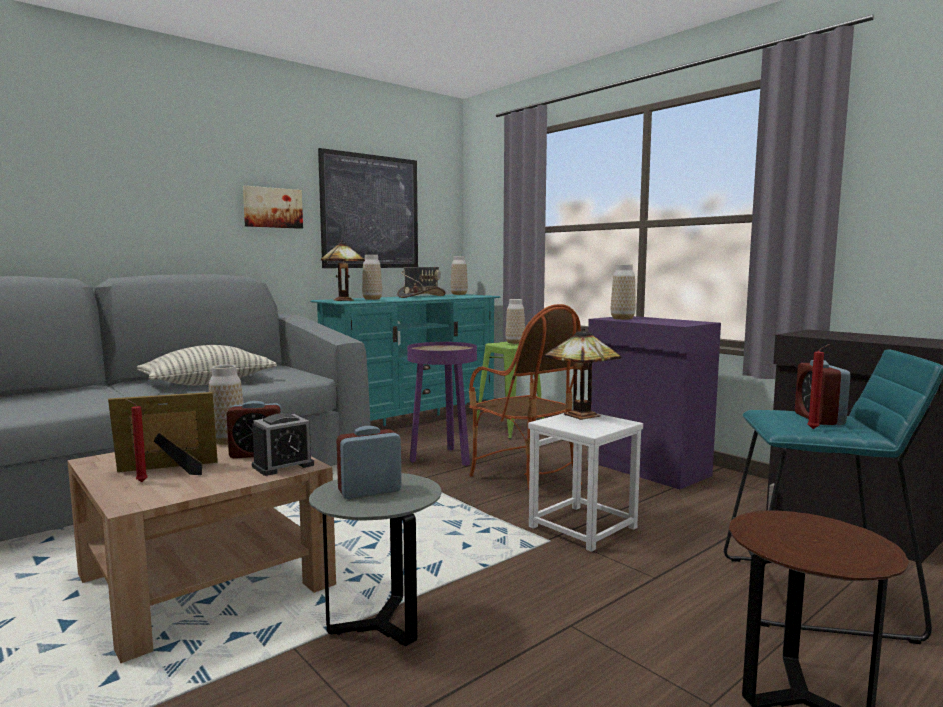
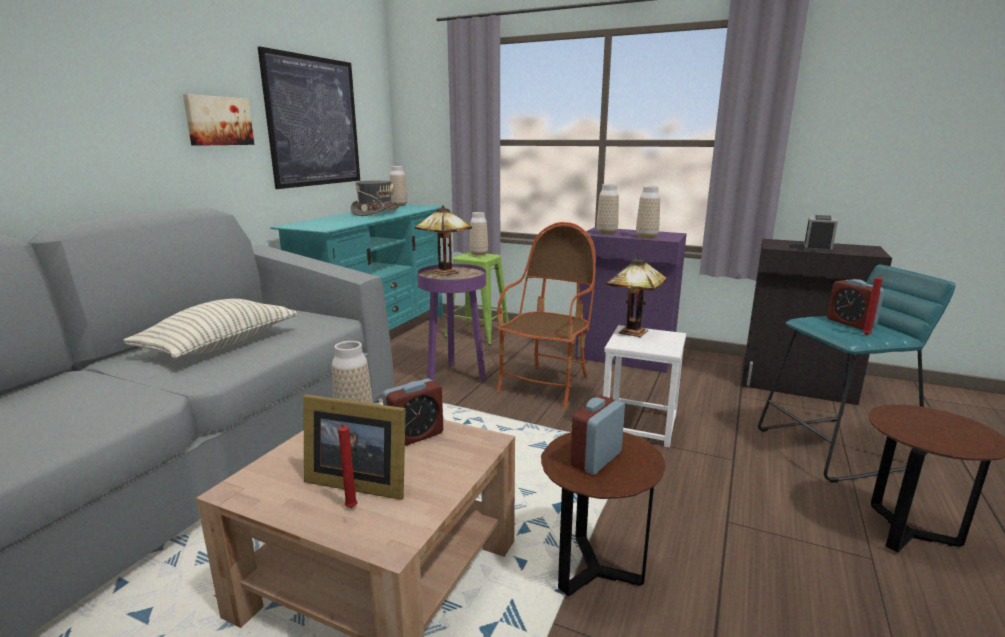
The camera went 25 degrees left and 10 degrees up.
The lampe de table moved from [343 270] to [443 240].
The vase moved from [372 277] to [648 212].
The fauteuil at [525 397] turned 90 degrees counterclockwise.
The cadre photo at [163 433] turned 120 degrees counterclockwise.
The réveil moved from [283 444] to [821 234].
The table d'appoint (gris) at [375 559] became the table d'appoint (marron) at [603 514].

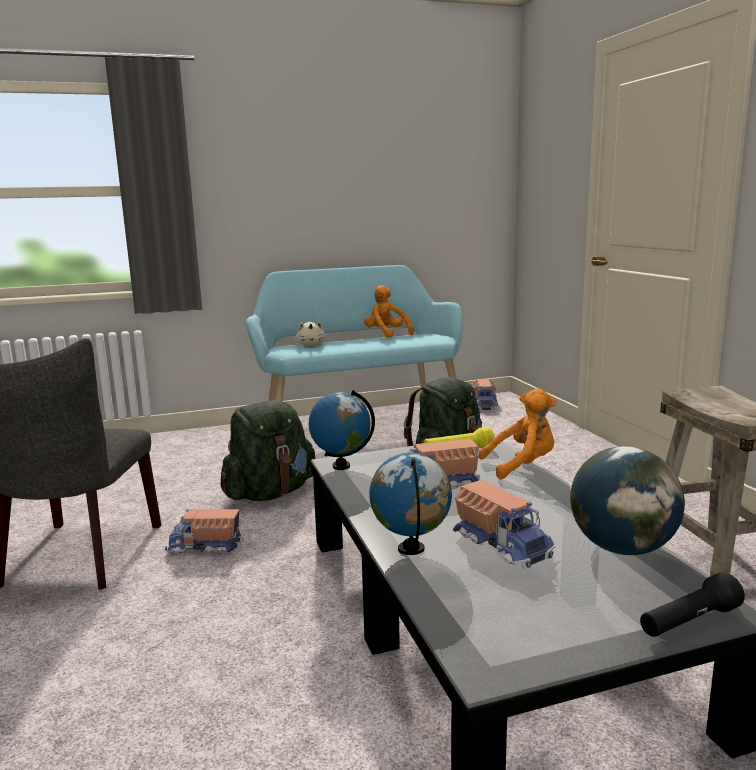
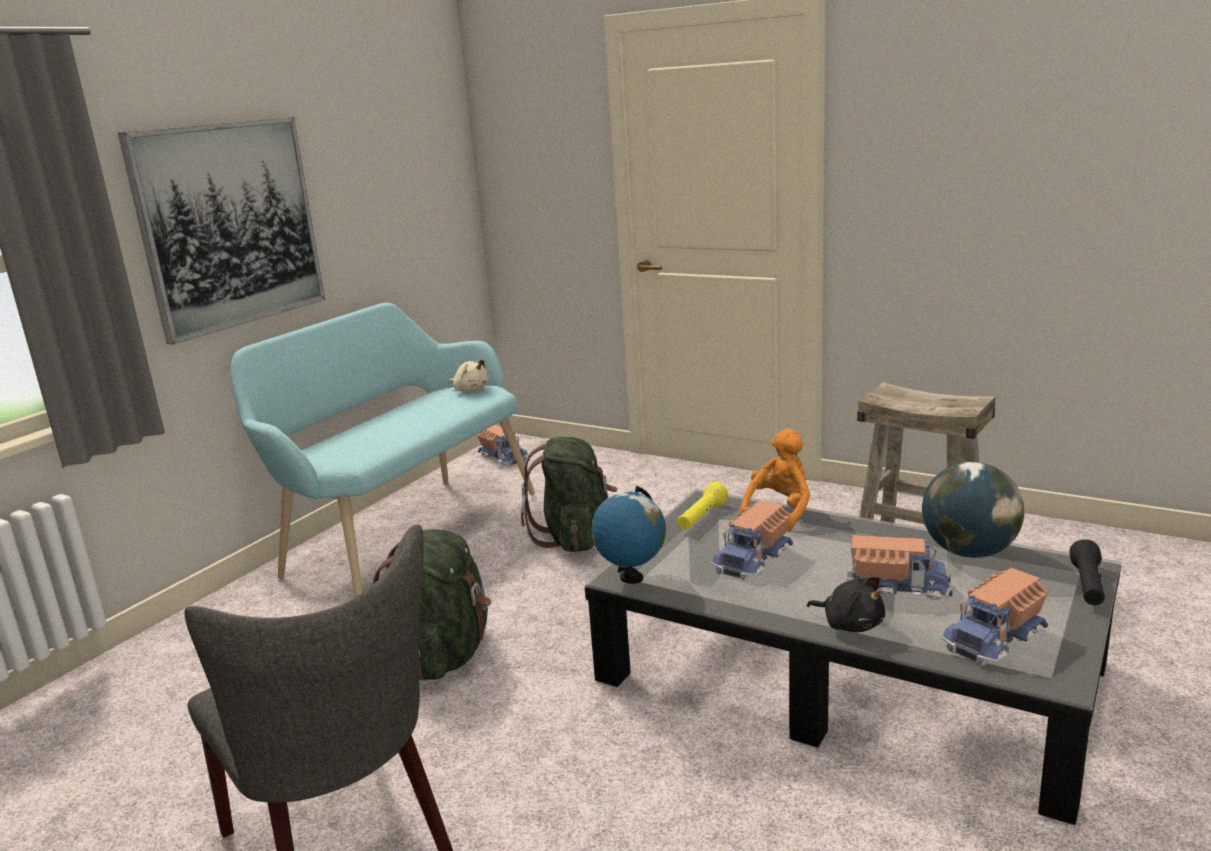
The camera went 40 degrees left and 5 degrees up.
The peluche (orange) at [389 311] disappeared.
The peluche (beige) moved from [310 333] to [469 375].
The globe at [410 504] was replaced by the peluche (noir) at [846 604].
The camion jouet moved from [204 531] to [994 617].
The tableau at [221 231] appeared.

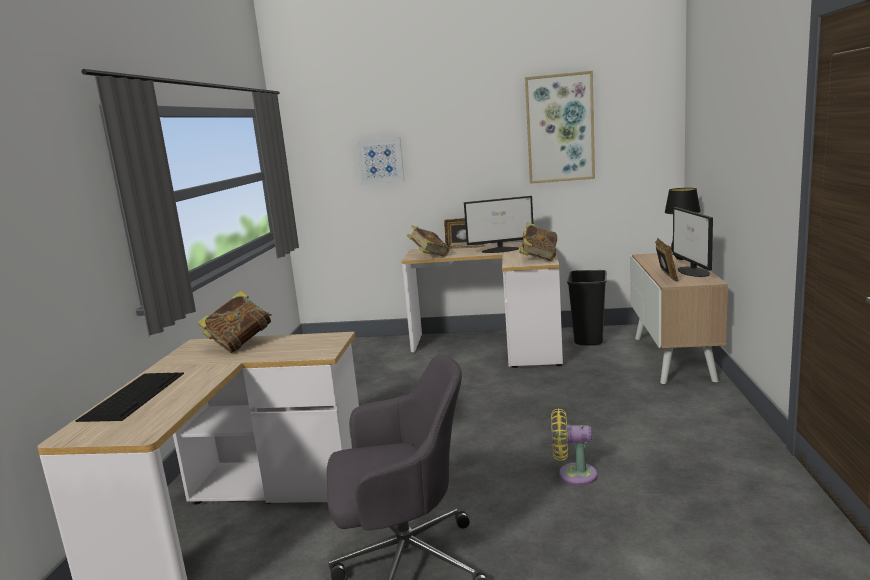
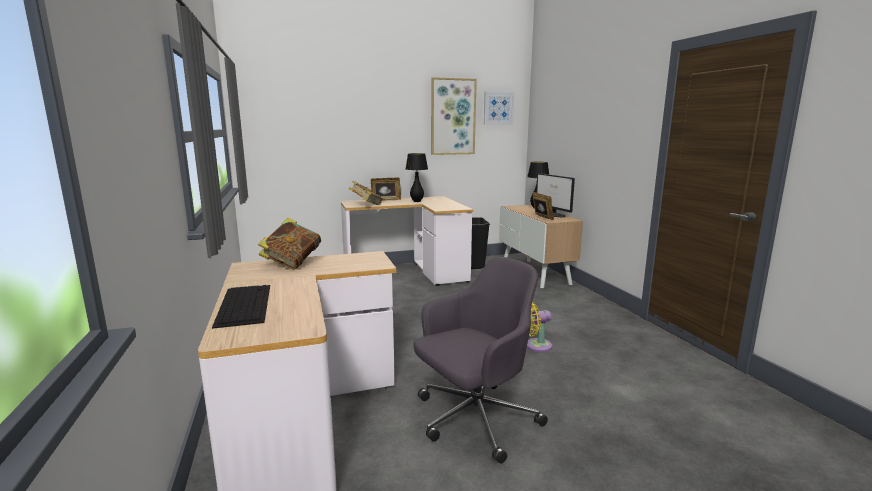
The camera went 25 degrees left and 0 degrees up.
The tableau moved from [380 161] to [499 108].
The écran d'ordinateur at [498 224] was replaced by the lampe de table (noir) at [417 177].
The livre at [538 241] disappeared.

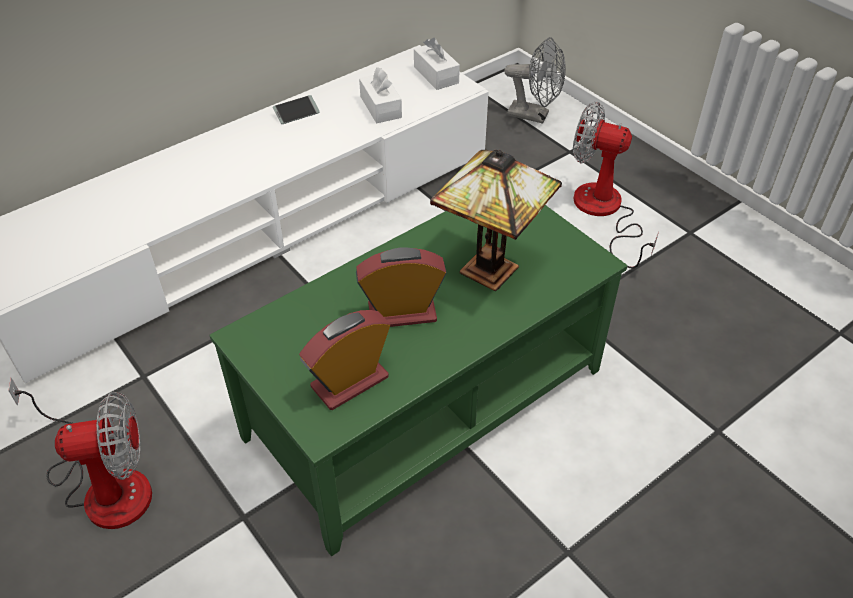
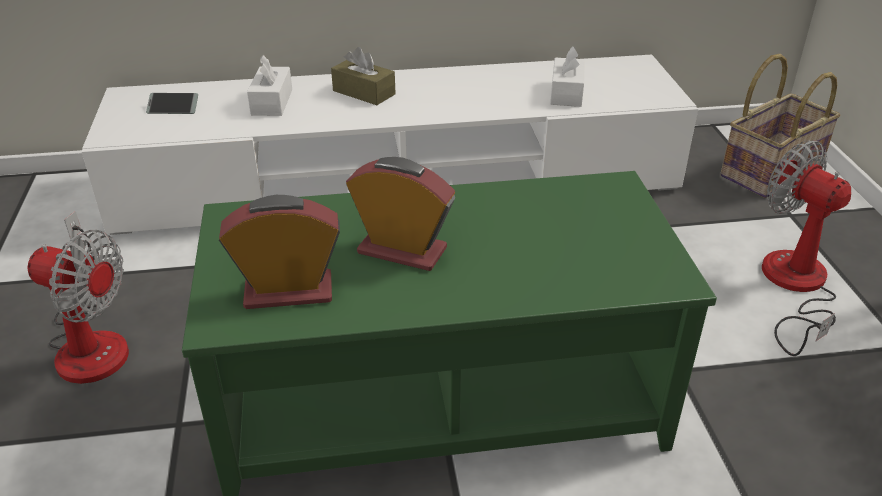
The camera went 30 degrees right and 10 degrees down.
The boîte à mouchoirs (blanc) moved from [437 63] to [269 85].
The ventilateur (gris) at [535 80] was replaced by the panier at [780 126].
The téléphone moved from [296 109] to [172 103].
The lampe de table at [496 220] disappeared.
The boîte à mouchoirs (marron) at [363 76] appeared.

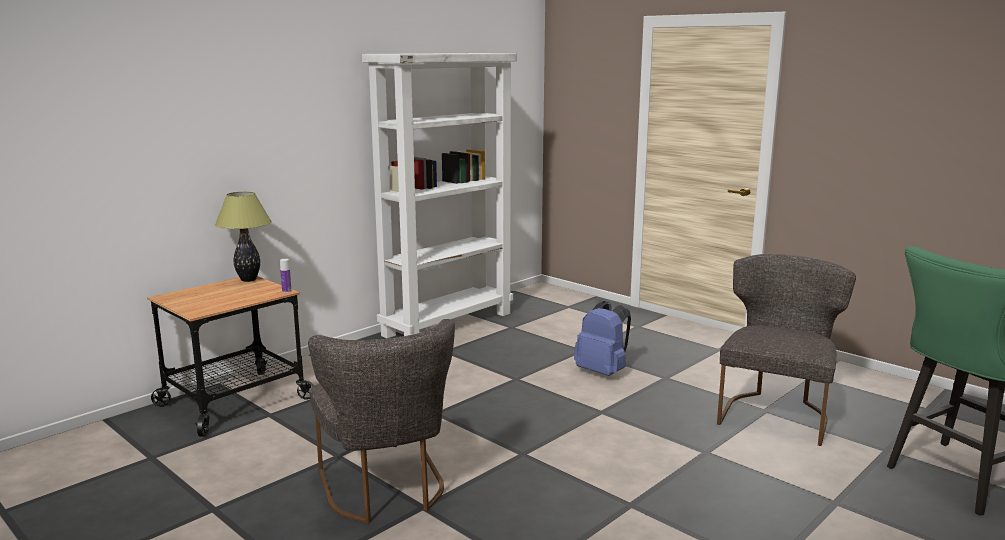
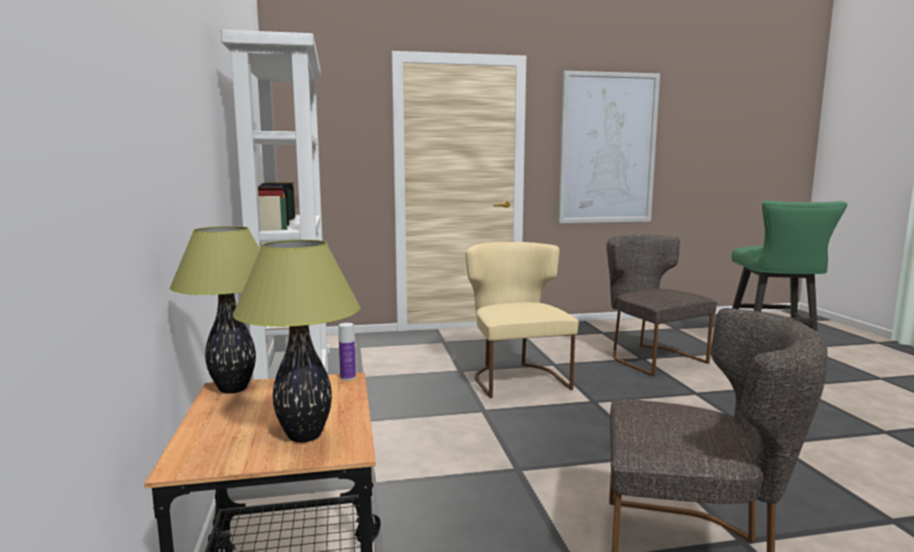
The camera went 55 degrees left and 5 degrees down.
The sac à dos (bleu) at [602 338] was replaced by the chaise (beige) at [522 320].
The tableau at [609 147] appeared.
The lampe de table at [296 341] appeared.

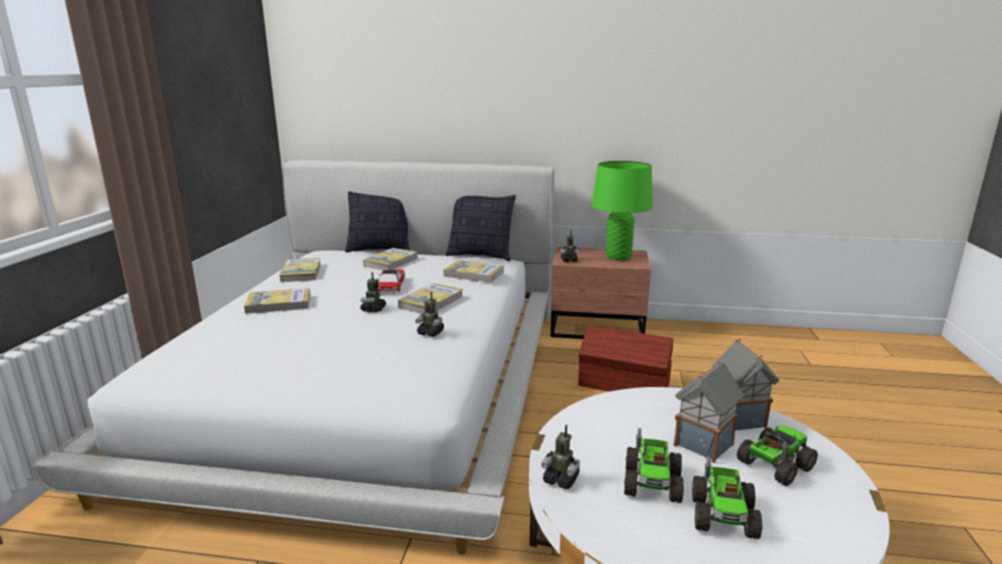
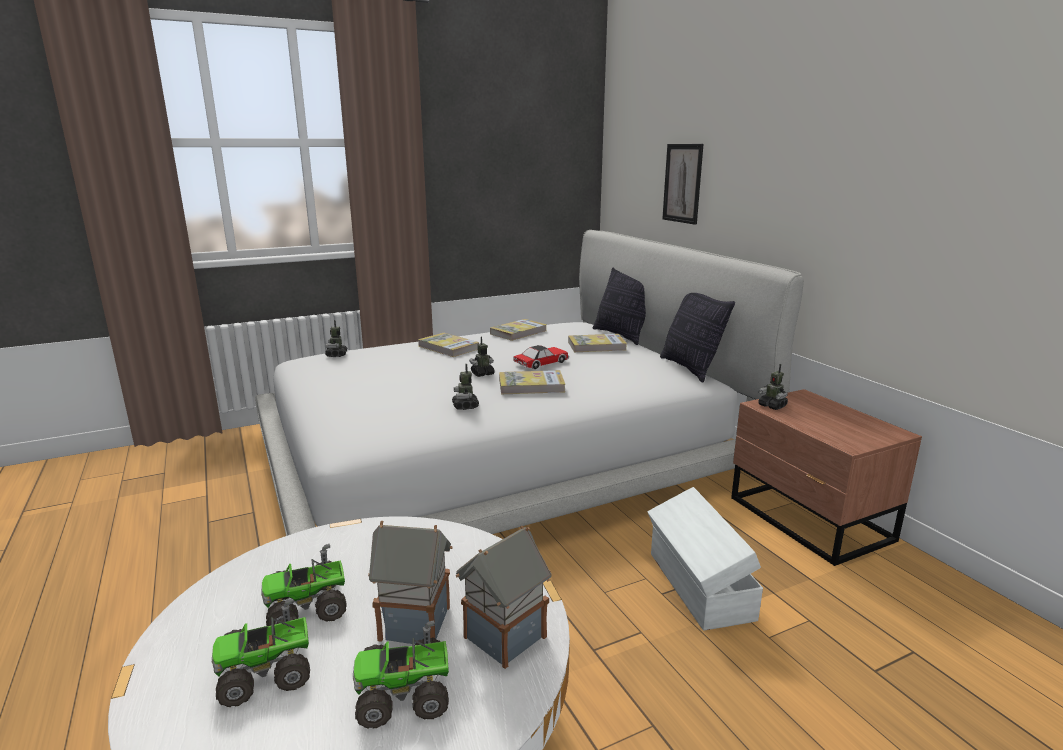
The camera went 55 degrees right and 0 degrees up.
The lampe de table (vert) at [622 211] disappeared.
The livre at [473 271] disappeared.
The boîte de rangement (marron) at [625 358] became the boîte de rangement (blanc) at [705 559].
The robot jouet moved from [560 457] to [336 338].
The camion jouet at [777 455] turned 150 degrees clockwise.
The tableau at [682 184] appeared.

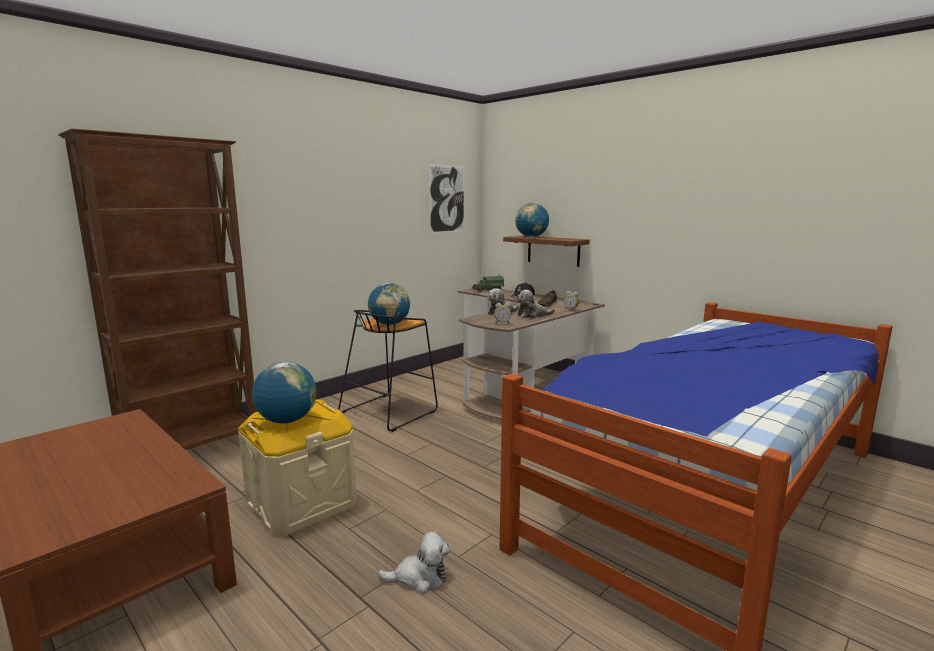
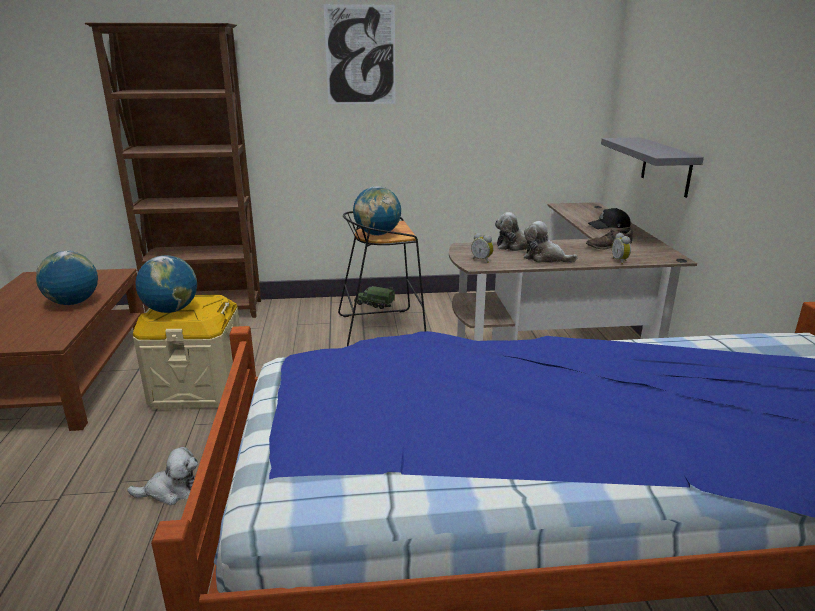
The camera went 40 degrees right and 10 degrees up.
The tableau moved from [446 198] to [359 54].
The globe moved from [532 220] to [67 278].
The étagère (marron) at [546 251] became the étagère (gris) at [652 168].
The camion jouet moved from [488 283] to [374 297].
The peluche at [414 562] turned 45 degrees counterclockwise.

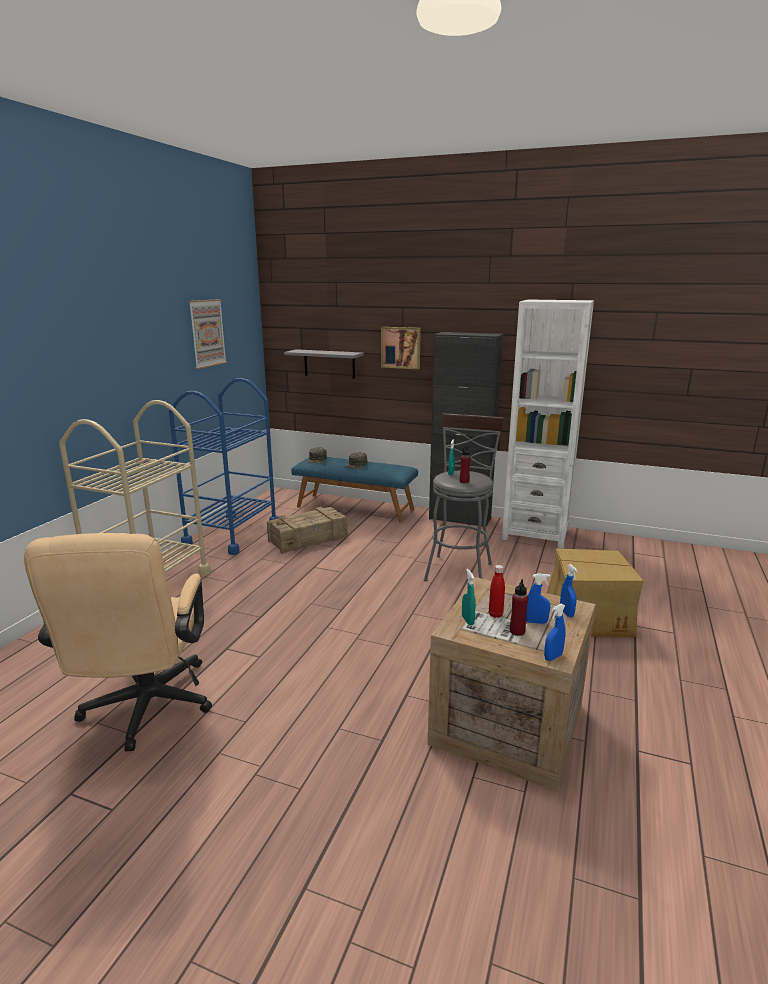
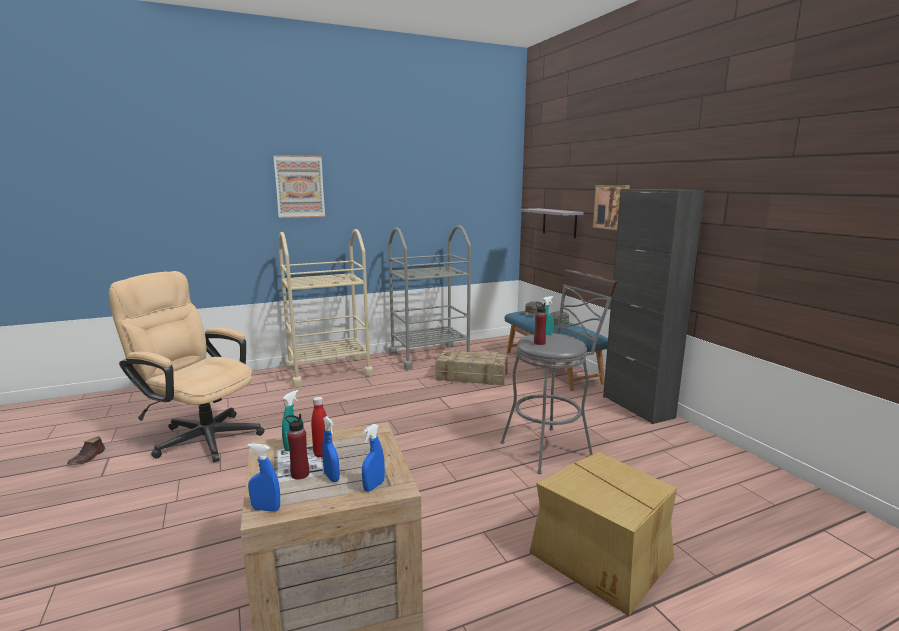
The camera went 45 degrees right and 5 degrees down.
The tableau moved from [207 334] to [299 186].
The bibliothèque (blanc) at [548 424] disappeared.
The chariot (bleu) at [223 466] became the chariot (gris) at [429 297].
The chaise de bureau (beige) at [118 642] turned 75 degrees clockwise.
The chaussure (marron) at [86 450] appeared.

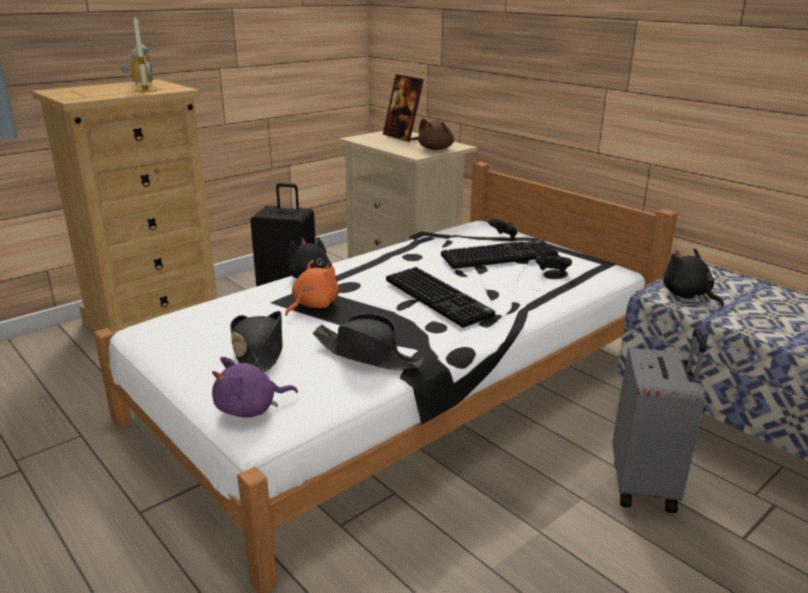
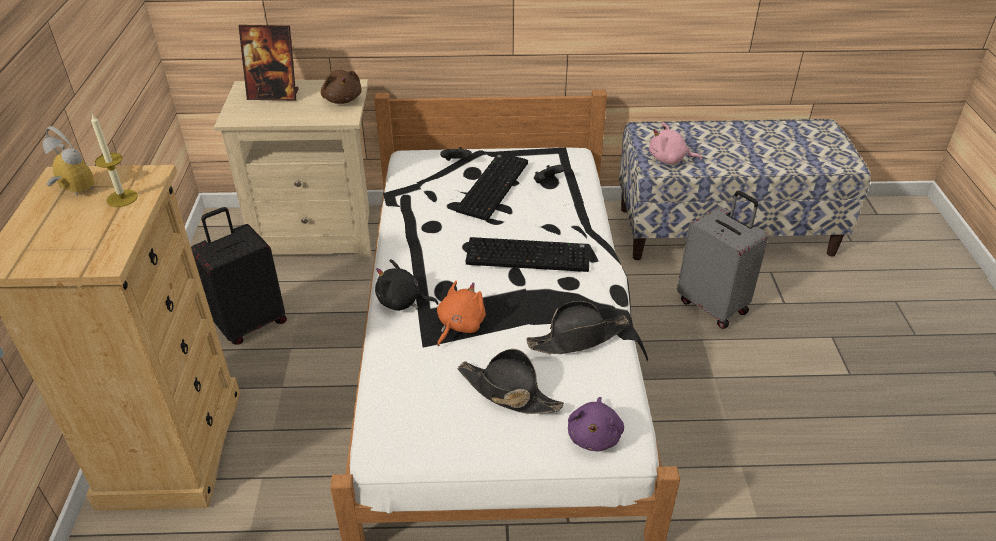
The camera went 50 degrees left and 15 degrees up.
The peluche (noir) at [693 277] became the peluche (rose) at [675 143].
The peluche (orange) at [312 288] turned 45 degrees clockwise.

